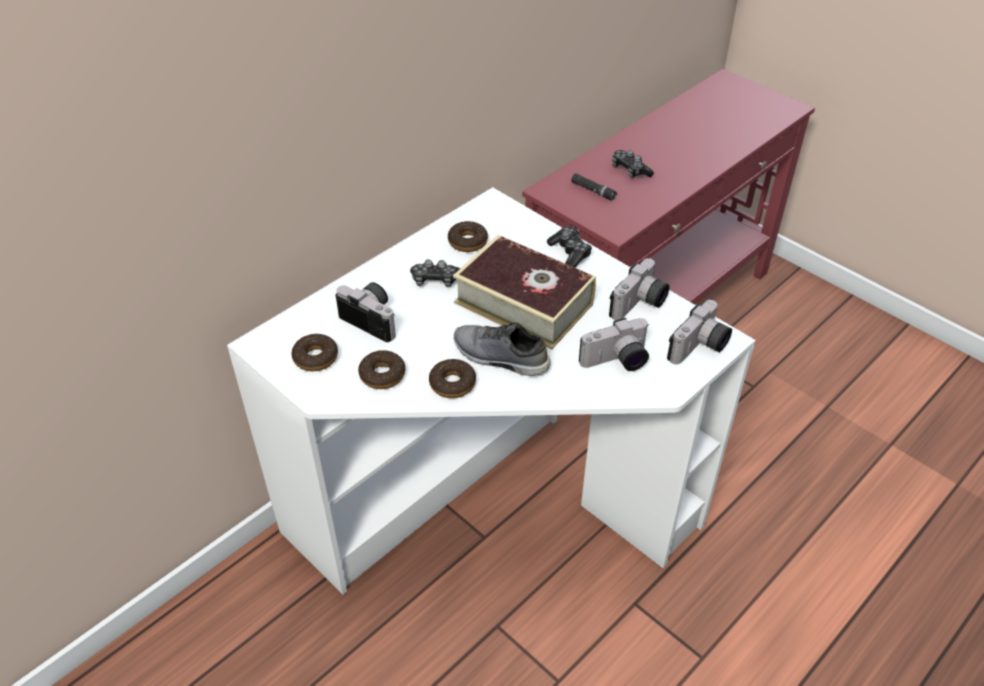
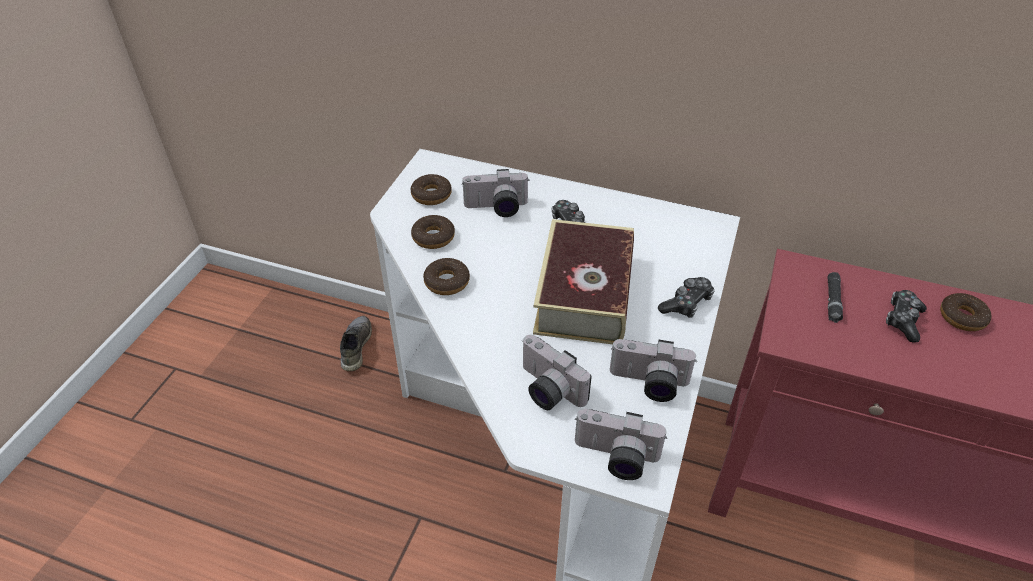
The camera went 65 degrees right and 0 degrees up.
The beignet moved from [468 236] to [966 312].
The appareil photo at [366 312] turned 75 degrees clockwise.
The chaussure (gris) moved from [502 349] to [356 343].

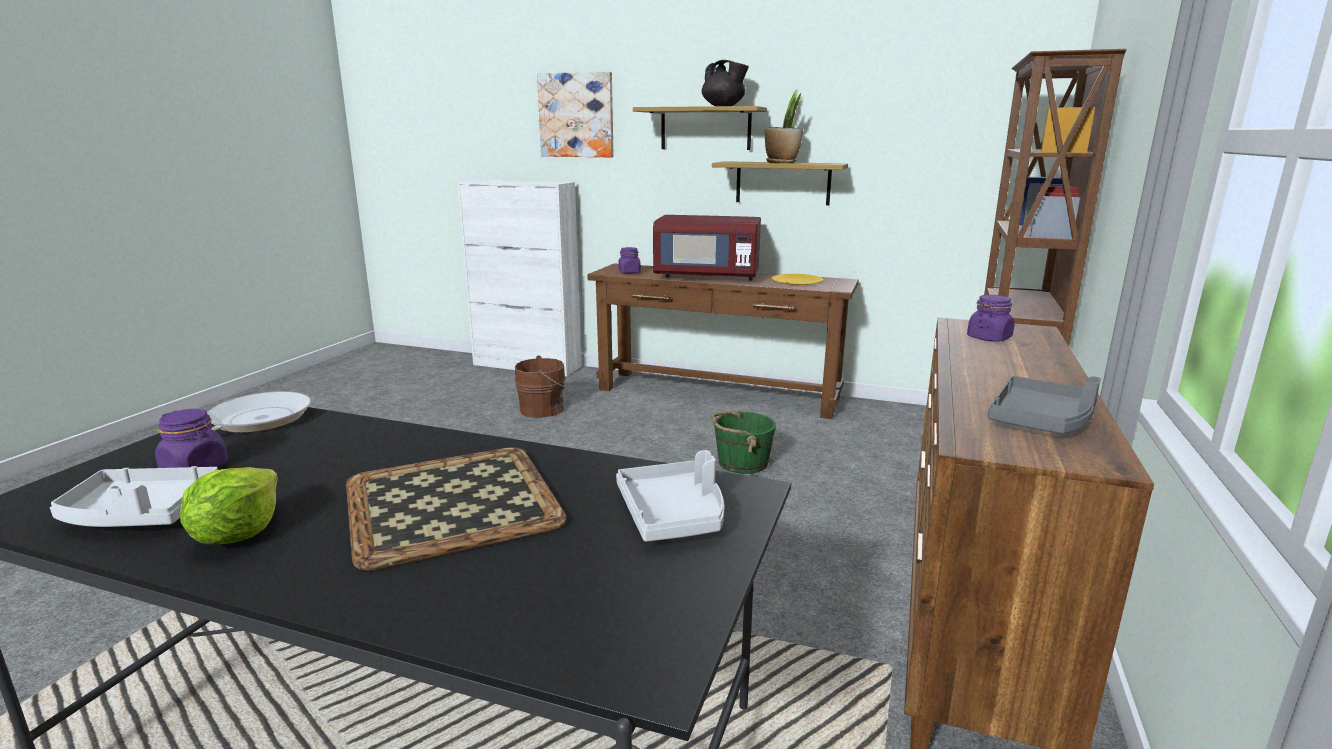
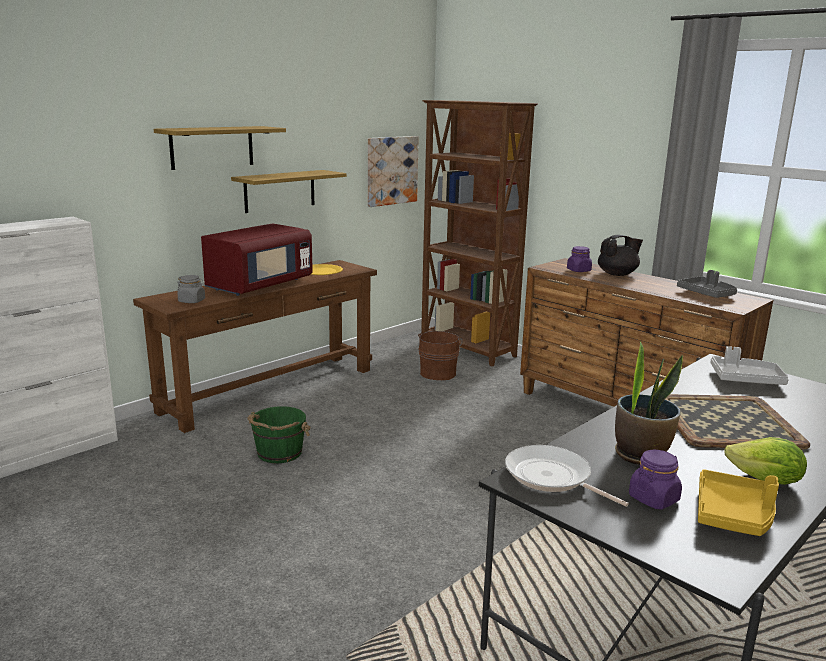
The camera went 65 degrees left and 0 degrees up.
The théière (noir) moved from [725 83] to [620 255].
The tableau moved from [575 115] to [393 171].
The plante en pot moved from [784 126] to [649 403].
The bocal (violet) at [629 260] became the bocal (gris) at [191 289].
The seau (marron) moved from [541 386] to [440 355].
The seau (vert) moved from [743 442] to [279 434].
The plateau (gris) at [134 496] became the plateau (jaune) at [738 502].

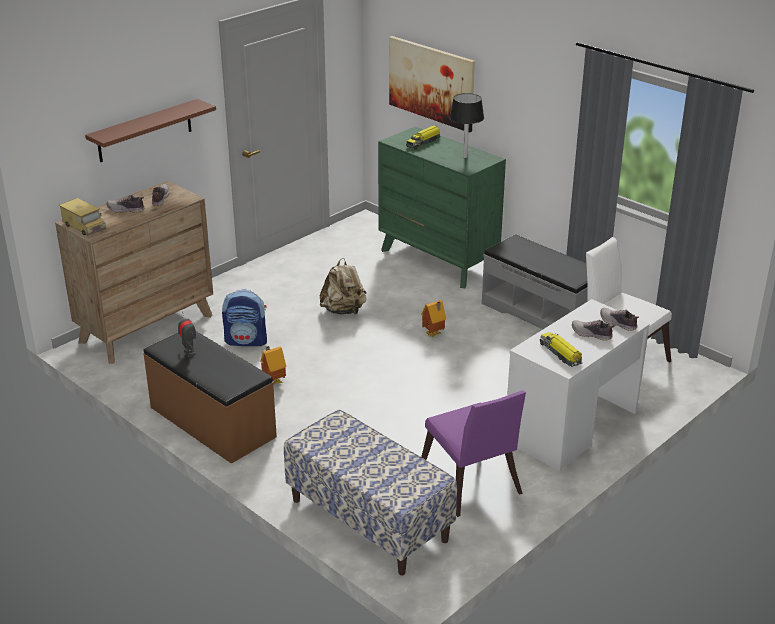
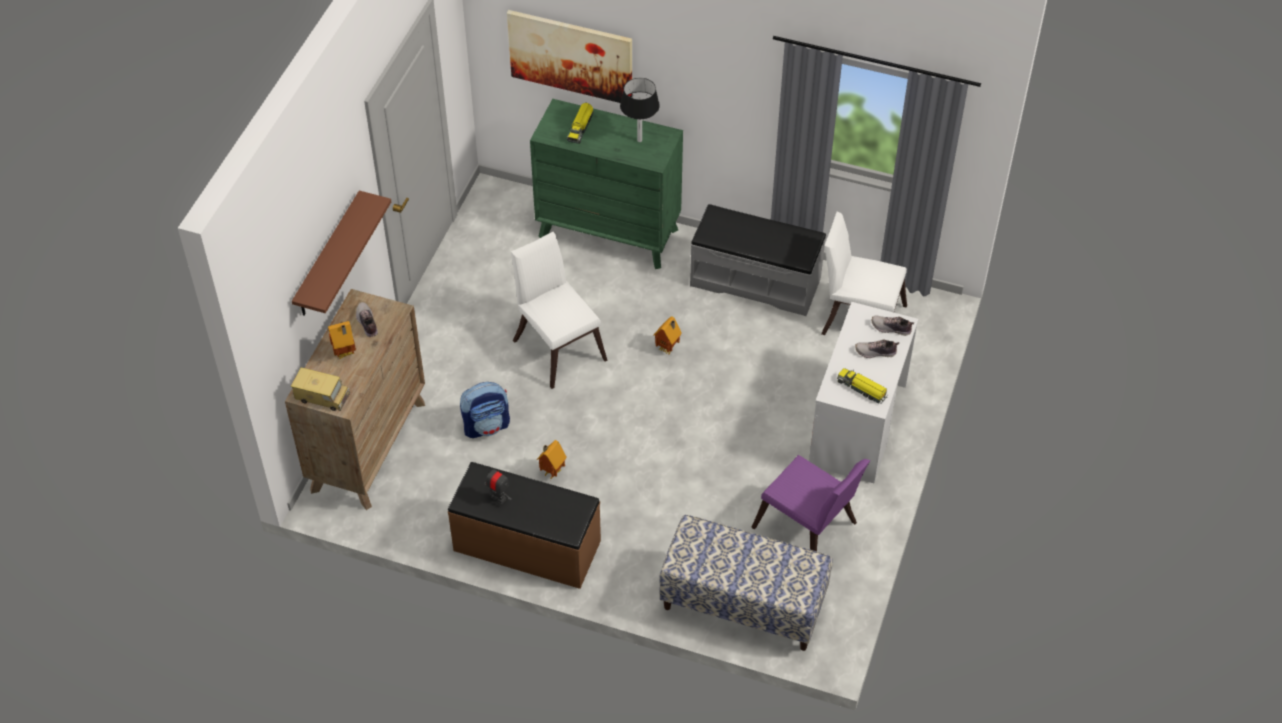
The camera went 25 degrees left and 20 degrees up.
The chaussure at [125 204] was replaced by the maison miniature at [342 340].
The sac à dos (beige) at [343 286] was replaced by the chaise (blanc) at [559 310].

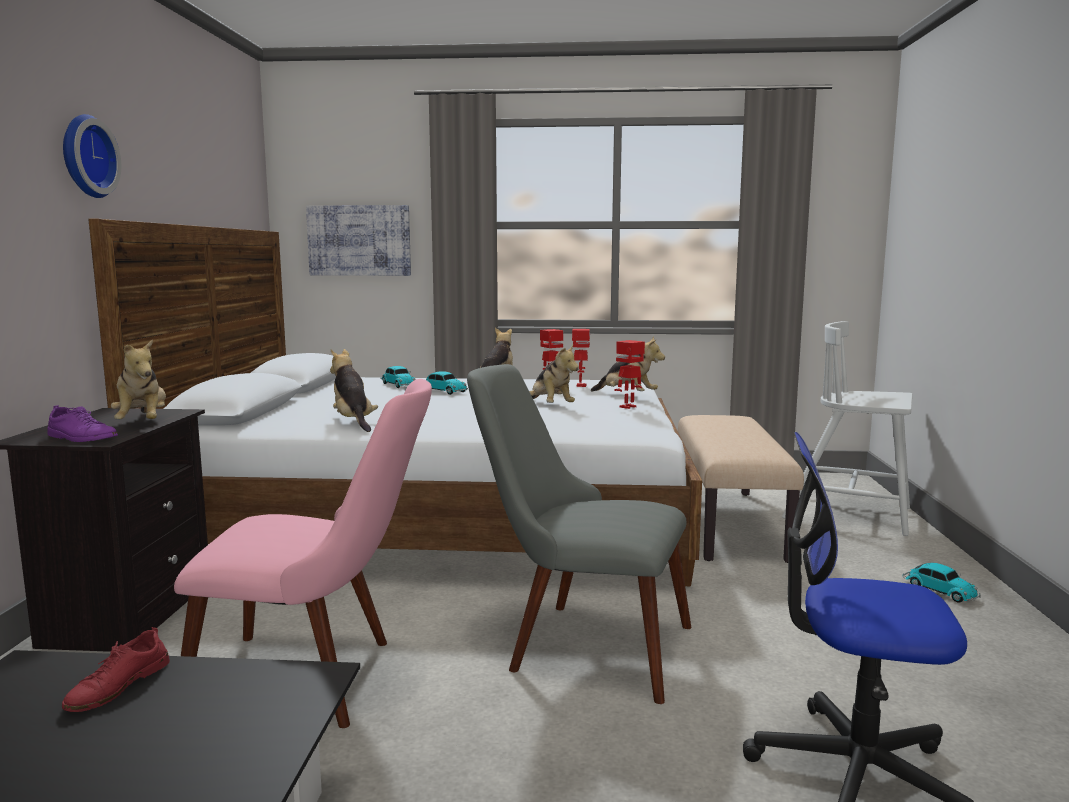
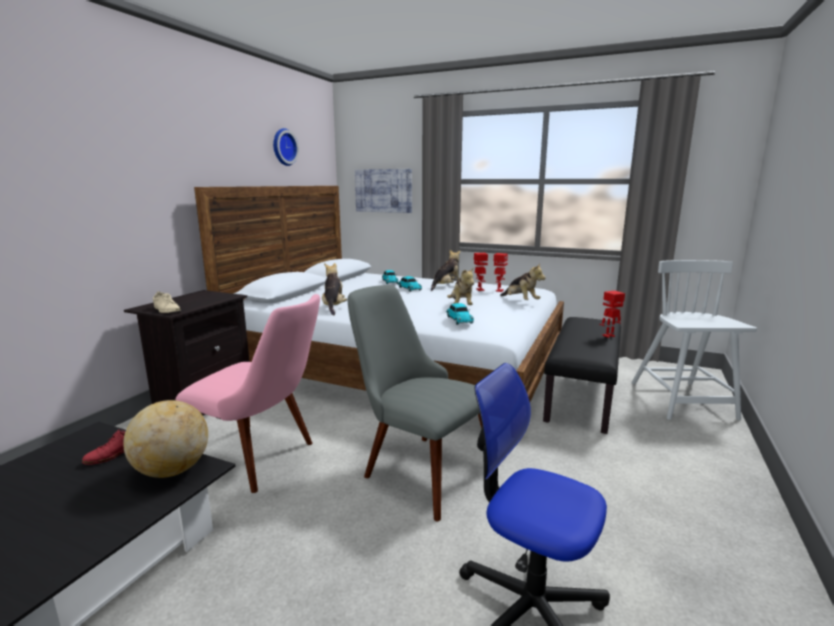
The camera went 20 degrees right and 5 degrees up.
The horloge murale moved from [92 156] to [286 147].
The chaise (blanc) at [847 428] turned 45 degrees clockwise.
The peluche at [138 379] disappeared.
The robot jouet moved from [630 374] to [612 314].
The chaussure (violet) at [82 423] became the chaussure (beige) at [167 302].
The banc (beige) at [741 489] became the banc (noir) at [582 375].
The petite voiture moved from [942 583] to [460 314].
The globe at [165 439] appeared.

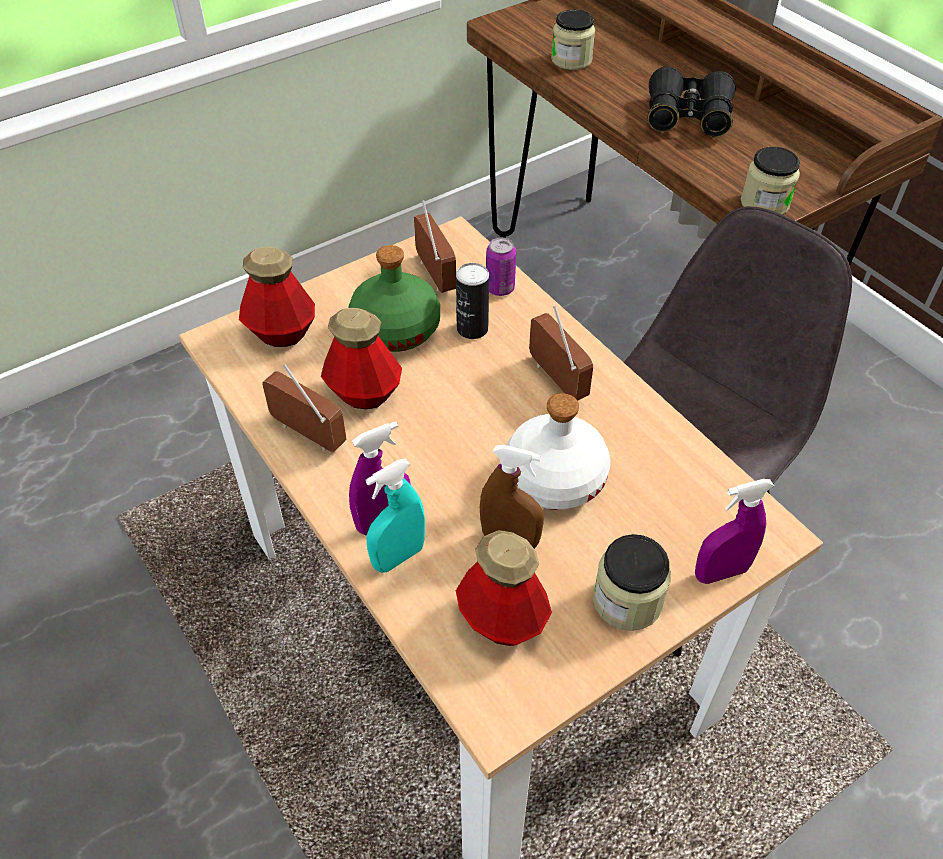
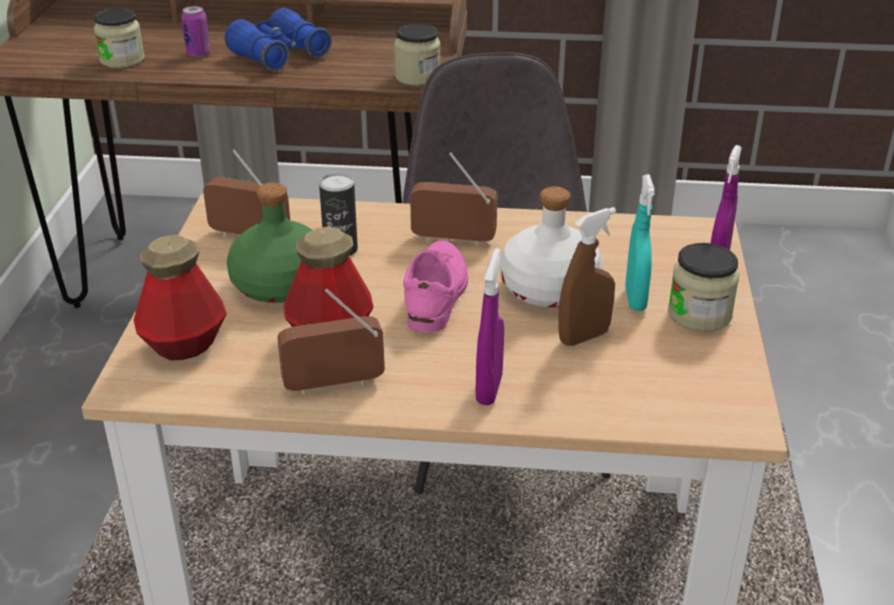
The camera went 50 degrees left and 15 degrees down.
The jumelles (noir) at [691 101] became the jumelles (bleu) at [278 39].
The boîte métallique moved from [501 266] to [196 31].
The vaporisateur (turquoise) moved from [395 516] to [640 242].
The bouteille at [504 588] disappeared.
The chaussure (rose) at [435 286] appeared.

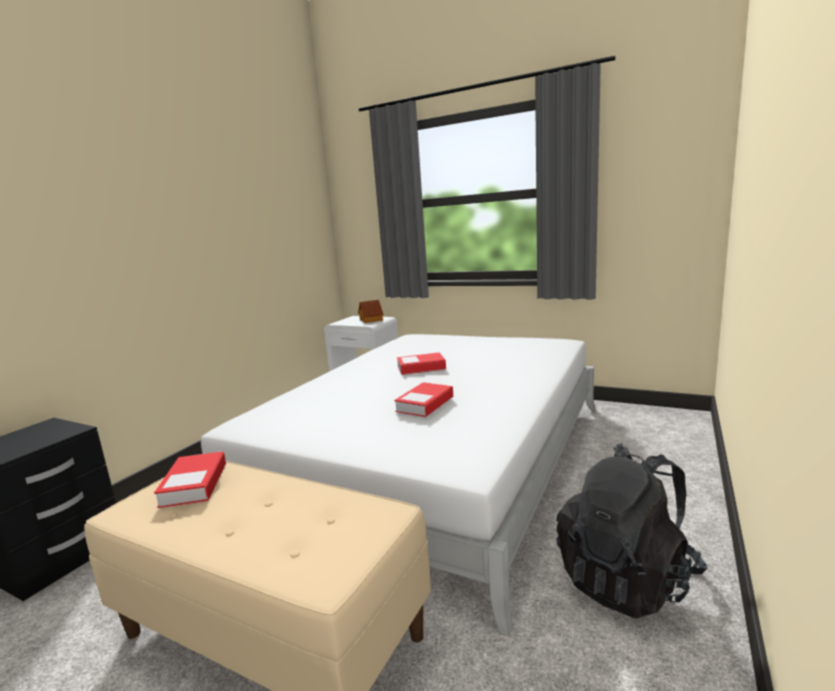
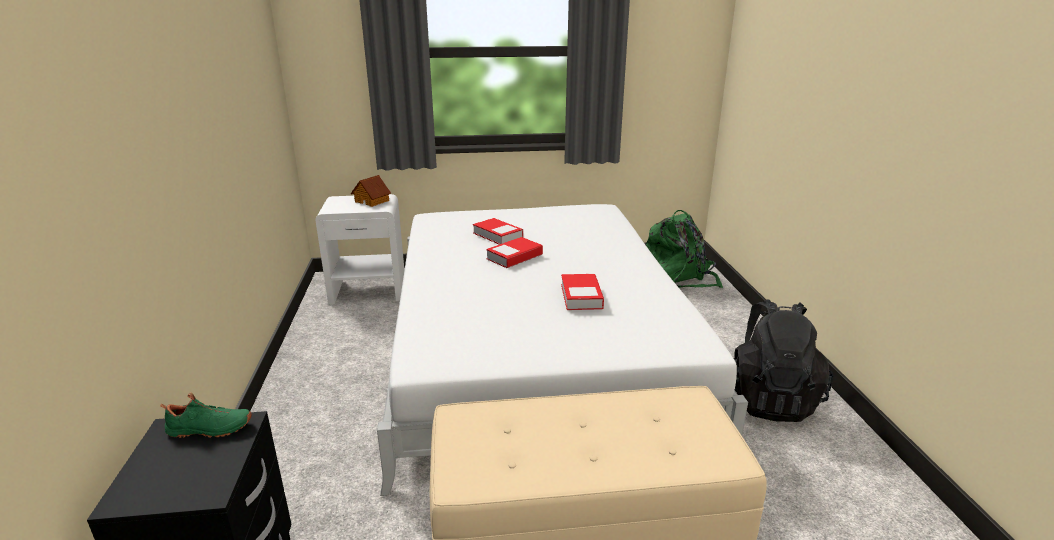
The camera went 35 degrees left and 10 degrees up.
The livre moved from [190 479] to [498 231].
The sac à dos (vert) at [684 249] appeared.
The chaussure (vert) at [206 415] appeared.

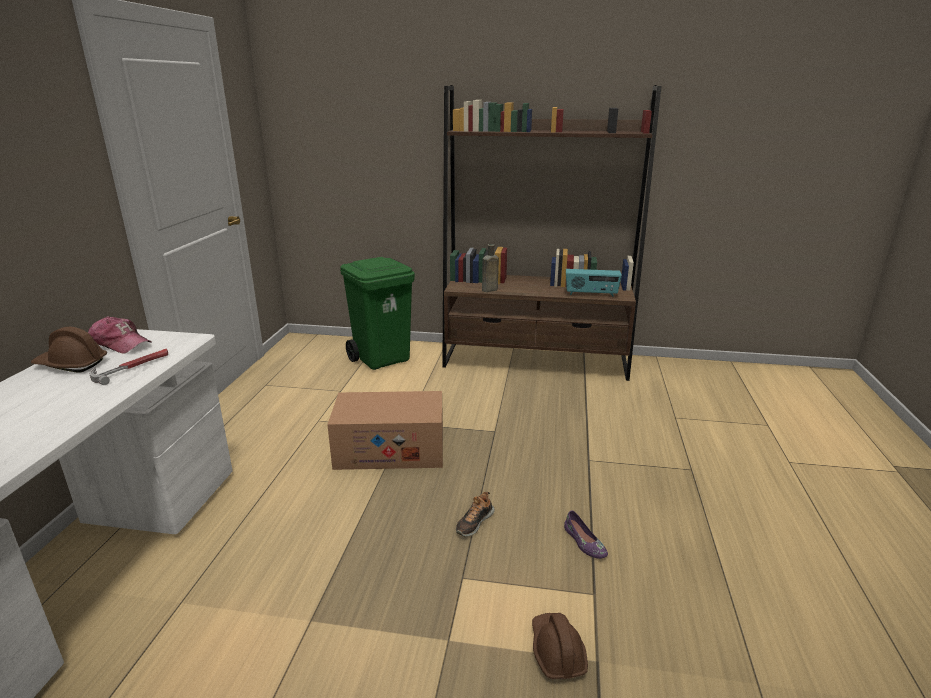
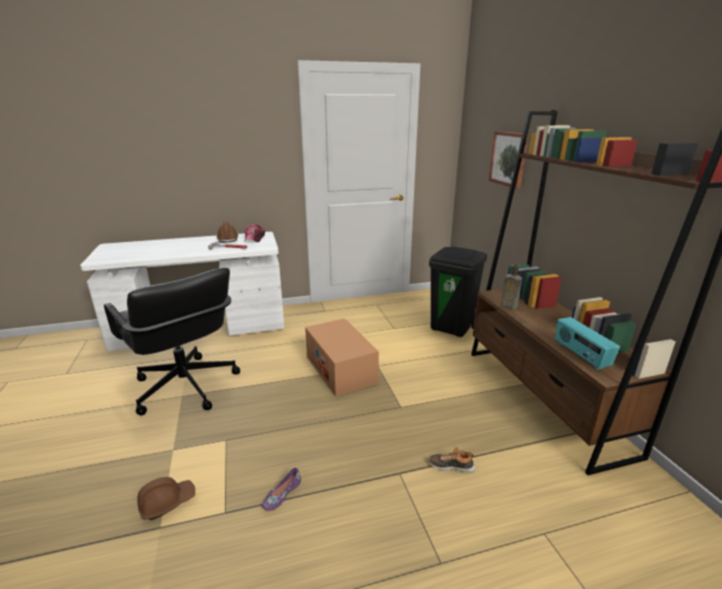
The camera went 65 degrees right and 0 degrees up.
The poubelle (vert) at [377 313] became the poubelle (noir) at [458 291].
The chaussure moved from [475 514] to [451 460].
The tableau at [509 160] appeared.
The chaise de bureau (noir) at [172 341] appeared.

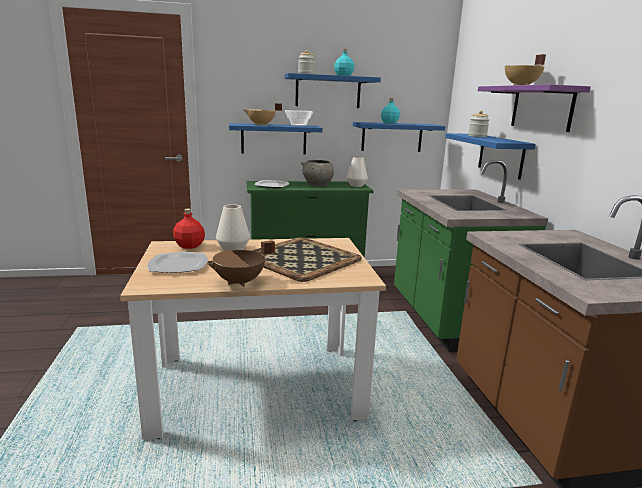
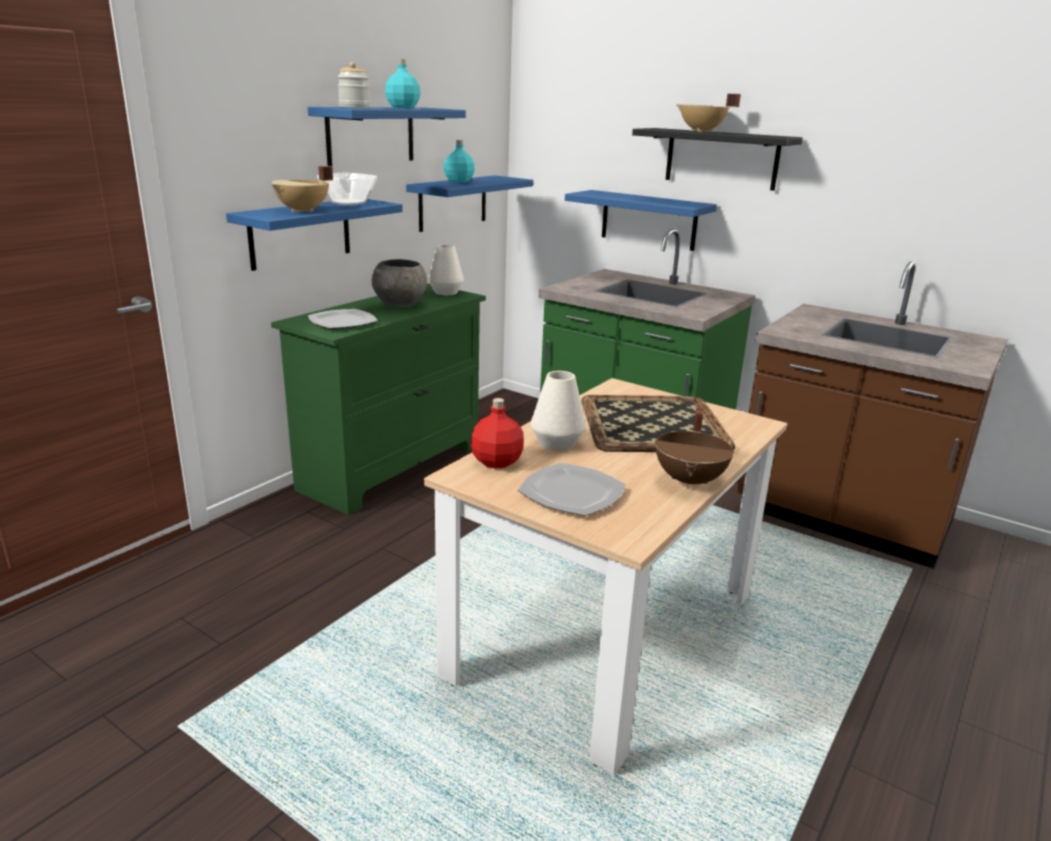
The camera went 45 degrees left and 5 degrees up.
The étagère (violet) at [534 108] became the étagère (noir) at [717 159].
The bocal at [479 123] disappeared.

